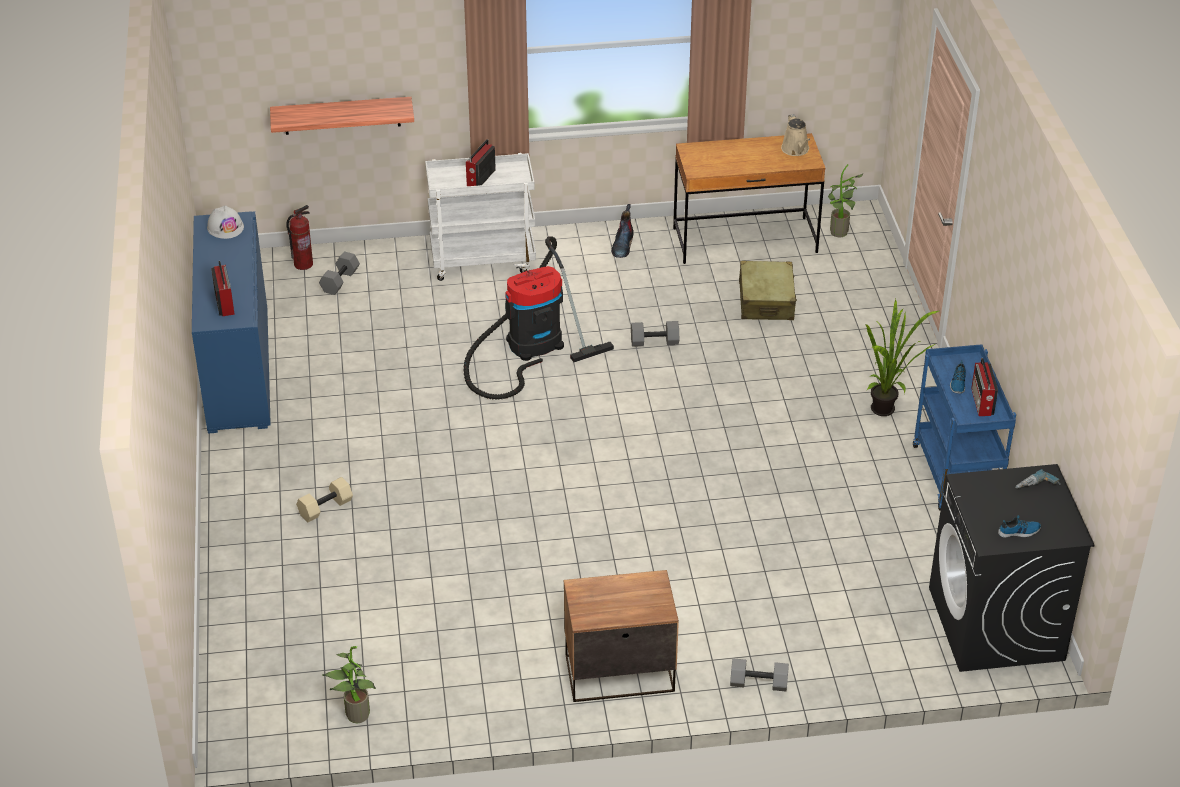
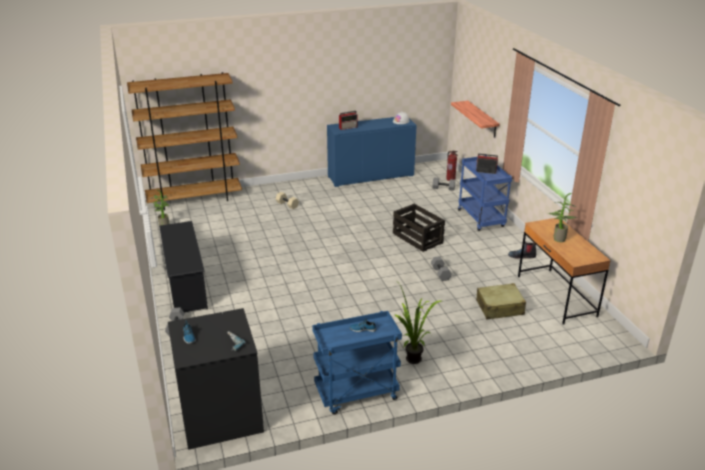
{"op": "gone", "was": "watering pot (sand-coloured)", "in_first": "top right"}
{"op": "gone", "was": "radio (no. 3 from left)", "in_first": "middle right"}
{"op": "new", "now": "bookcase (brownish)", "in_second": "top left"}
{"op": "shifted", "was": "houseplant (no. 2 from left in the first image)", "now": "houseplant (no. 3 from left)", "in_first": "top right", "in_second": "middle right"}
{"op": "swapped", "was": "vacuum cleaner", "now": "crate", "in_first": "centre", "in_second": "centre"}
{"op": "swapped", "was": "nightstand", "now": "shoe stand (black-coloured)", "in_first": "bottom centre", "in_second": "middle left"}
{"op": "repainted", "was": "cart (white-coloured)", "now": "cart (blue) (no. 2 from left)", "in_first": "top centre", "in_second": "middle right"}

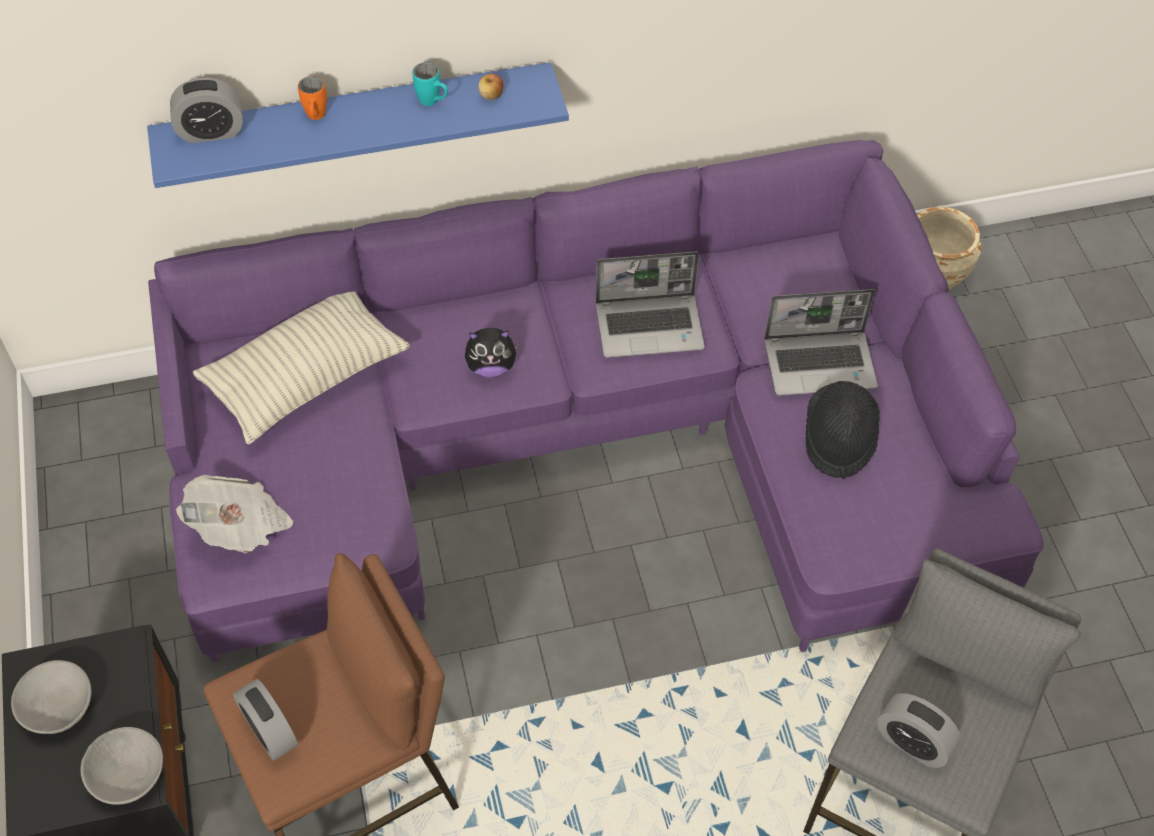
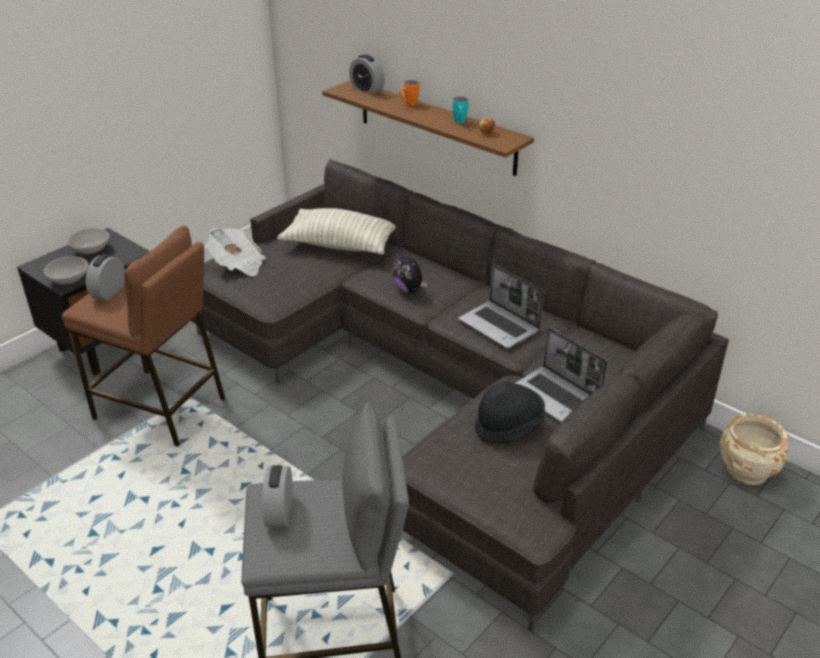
{"op": "repainted", "was": "wall shelf (blue)", "now": "wall shelf (brownish)", "in_first": "top left", "in_second": "top centre"}
{"op": "repainted", "was": "settee (purple-coloured)", "now": "settee (greyish)", "in_first": "centre", "in_second": "centre"}

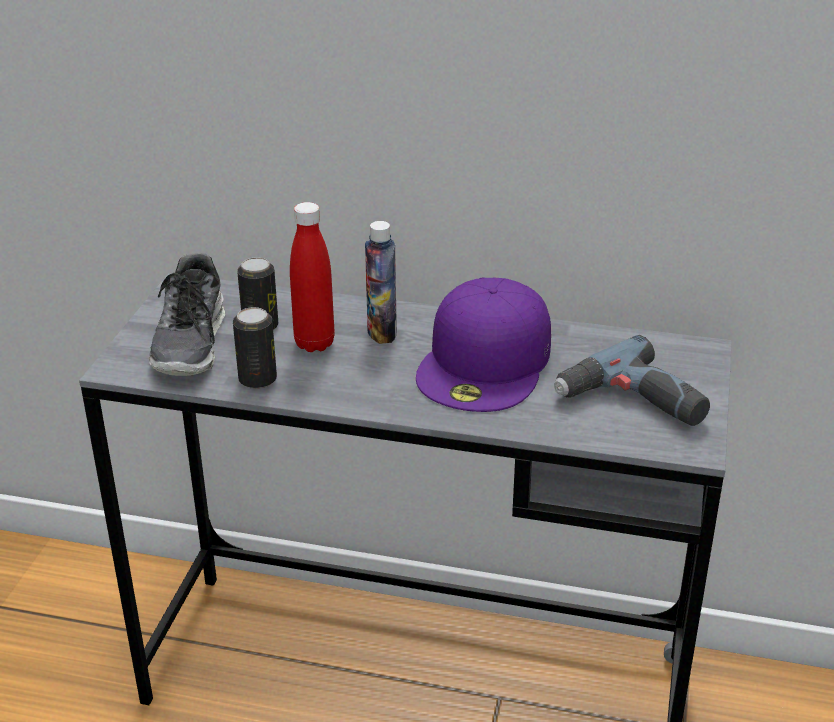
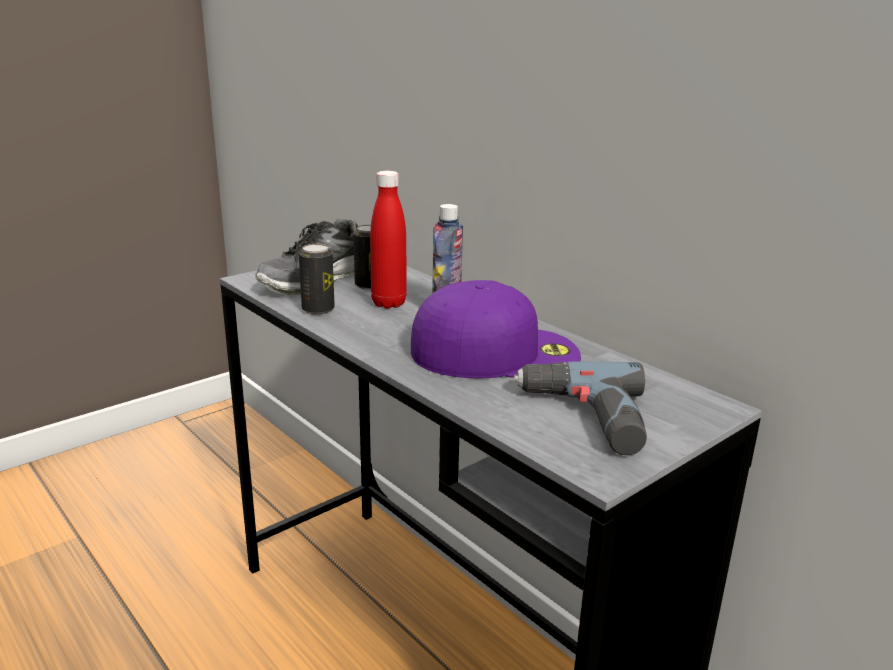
{"op": "rotated", "was": "cap (purple-coloured)", "in_first": "centre", "in_second": "centre", "clockwise": -150}

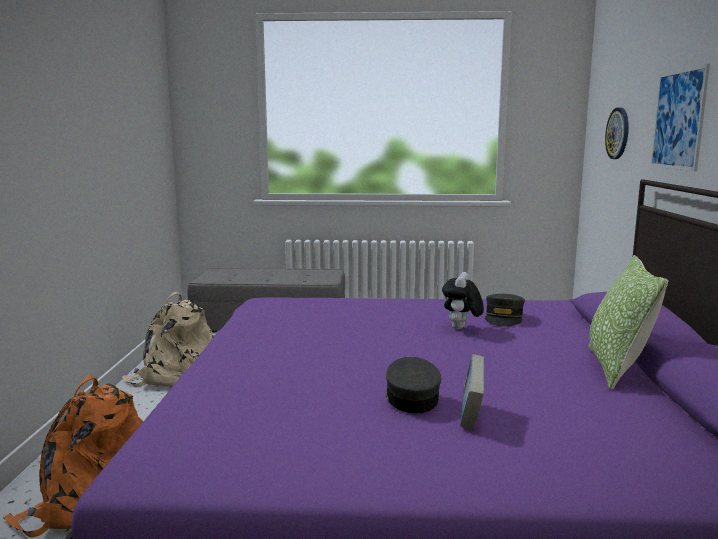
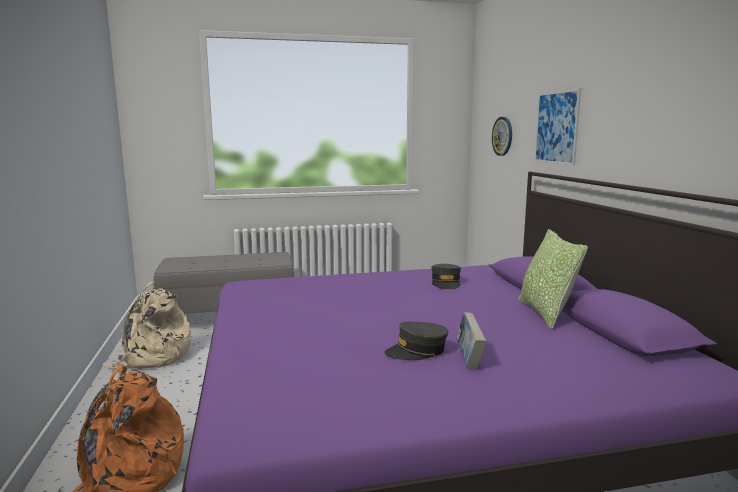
{"op": "gone", "was": "plush toy", "in_first": "centre"}
{"op": "rotated", "was": "cap (greyish) (no. 1 from left)", "in_first": "bottom centre", "in_second": "bottom centre", "clockwise": -90}

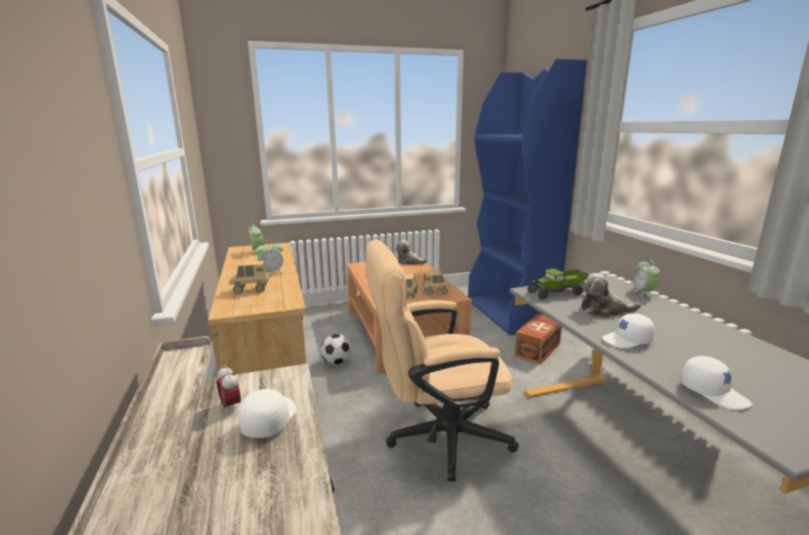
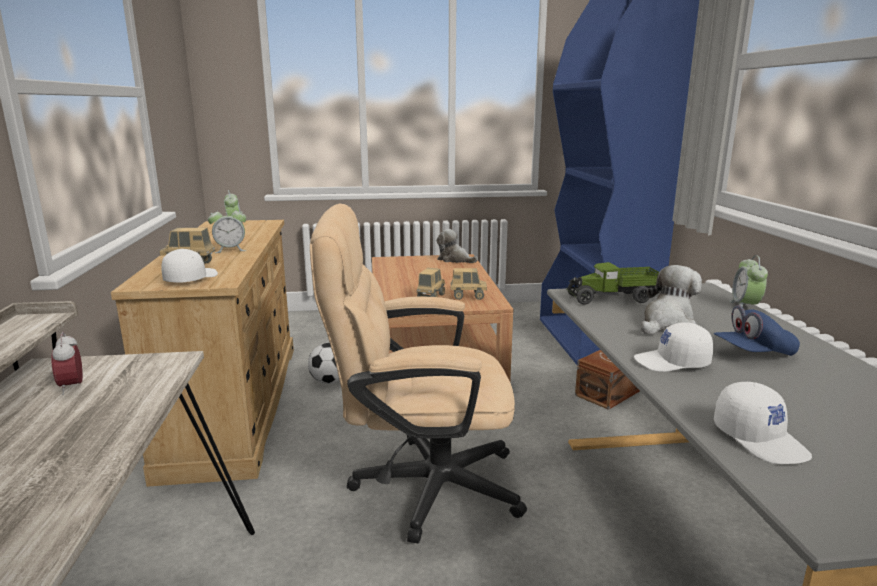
{"op": "new", "now": "cap (blue)", "in_second": "middle right"}
{"op": "shifted", "was": "cap (white-coloured) (no. 1 from left)", "in_first": "bottom left", "in_second": "middle left"}
{"op": "rotated", "was": "plush toy (no. 2 from left)", "in_first": "middle right", "in_second": "middle right", "clockwise": 120}

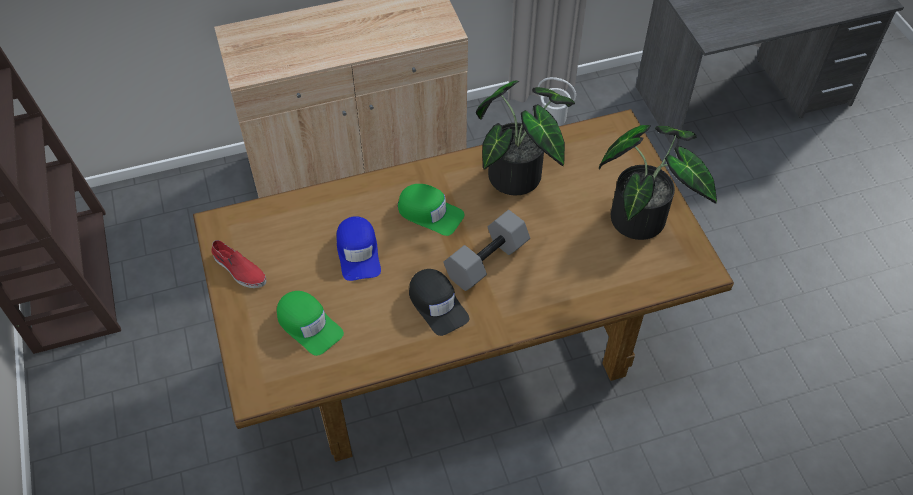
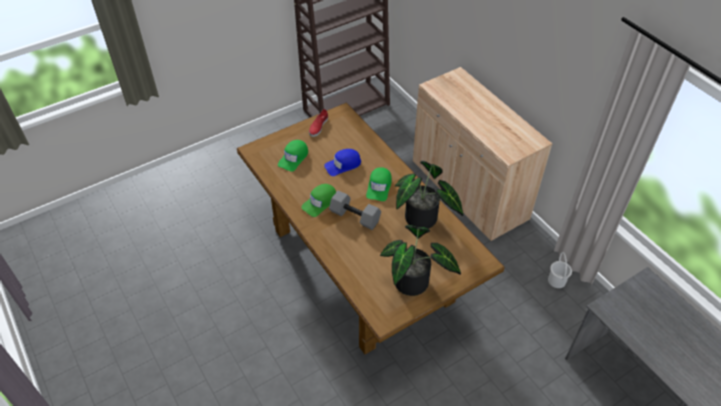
{"op": "repainted", "was": "cap (black-coloured)", "now": "cap (greenish) (no. 2 from left)", "in_first": "centre", "in_second": "centre"}

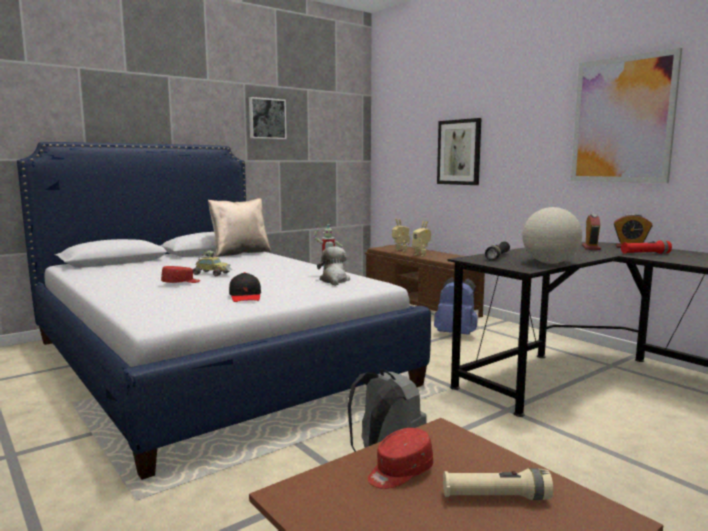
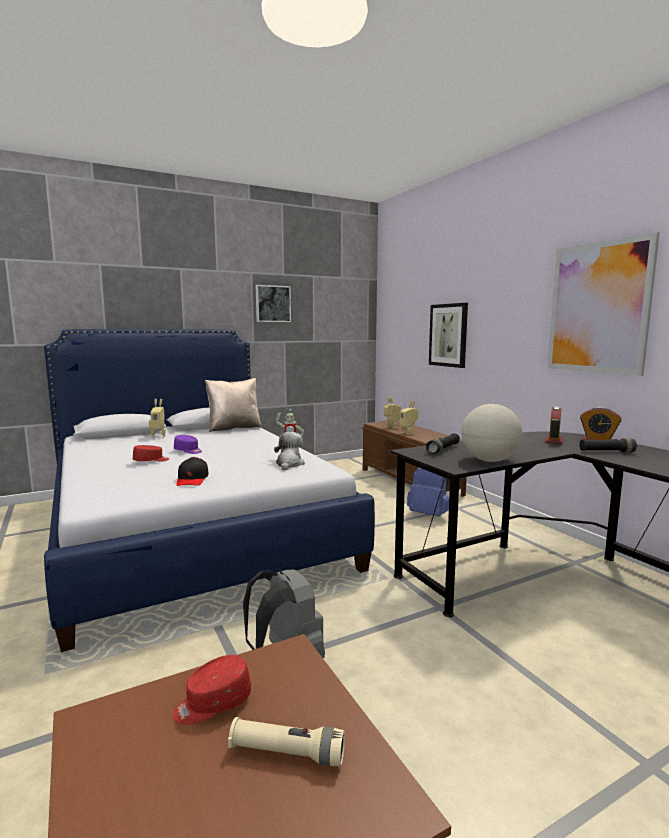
{"op": "new", "now": "model robot (no. 1 from left)", "in_second": "middle left"}
{"op": "swapped", "was": "model car", "now": "cap (purple-coloured)", "in_first": "middle left", "in_second": "middle left"}
{"op": "repainted", "was": "hand torch (red-coloured)", "now": "hand torch (black-coloured) (no. 2 from left)", "in_first": "middle right", "in_second": "middle right"}

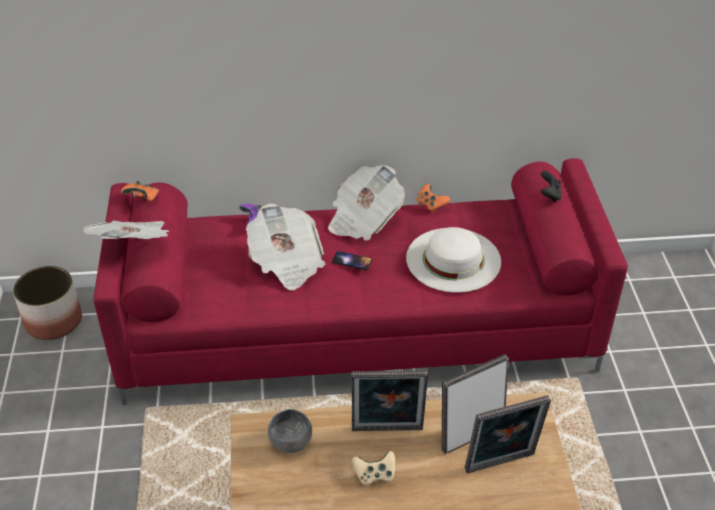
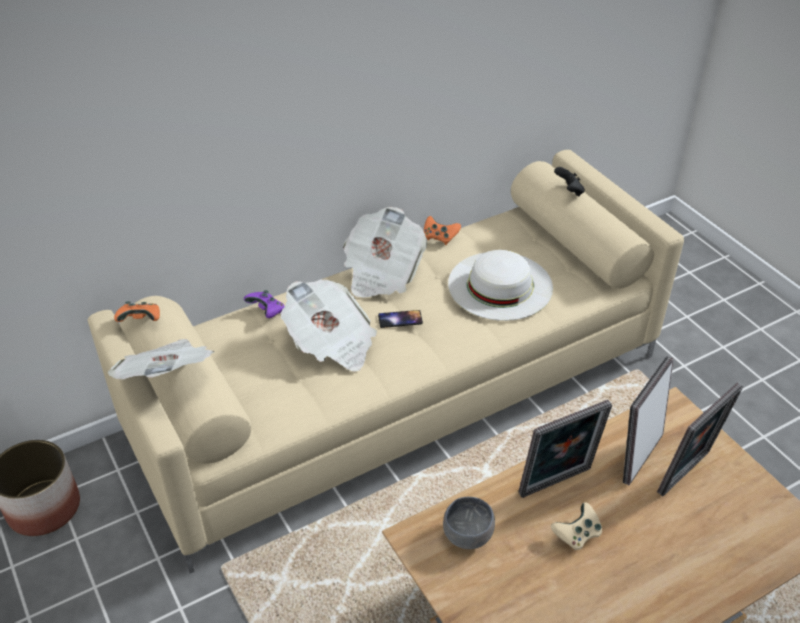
{"op": "repainted", "was": "settee (red-coloured)", "now": "settee (sand-coloured)", "in_first": "centre", "in_second": "centre"}

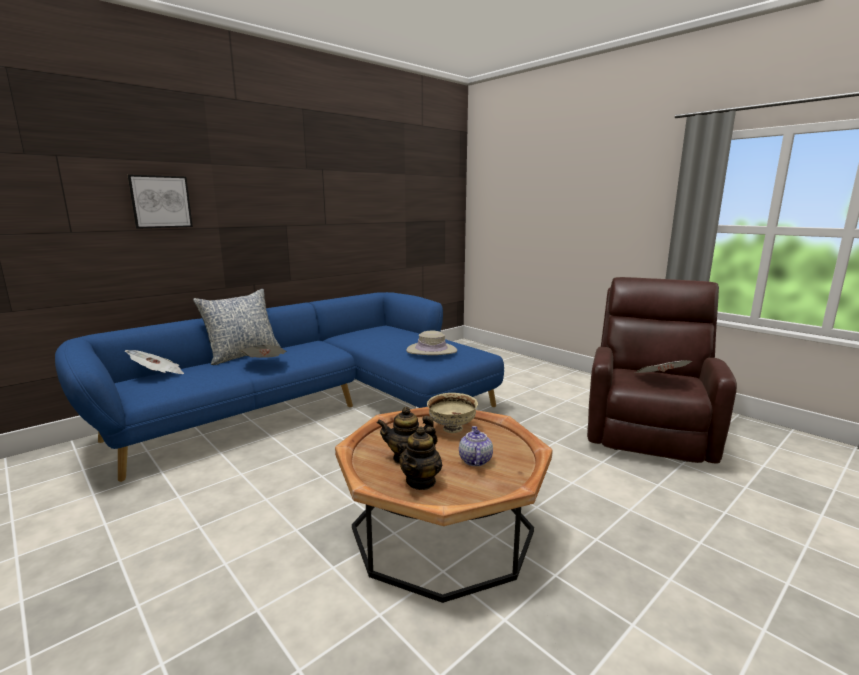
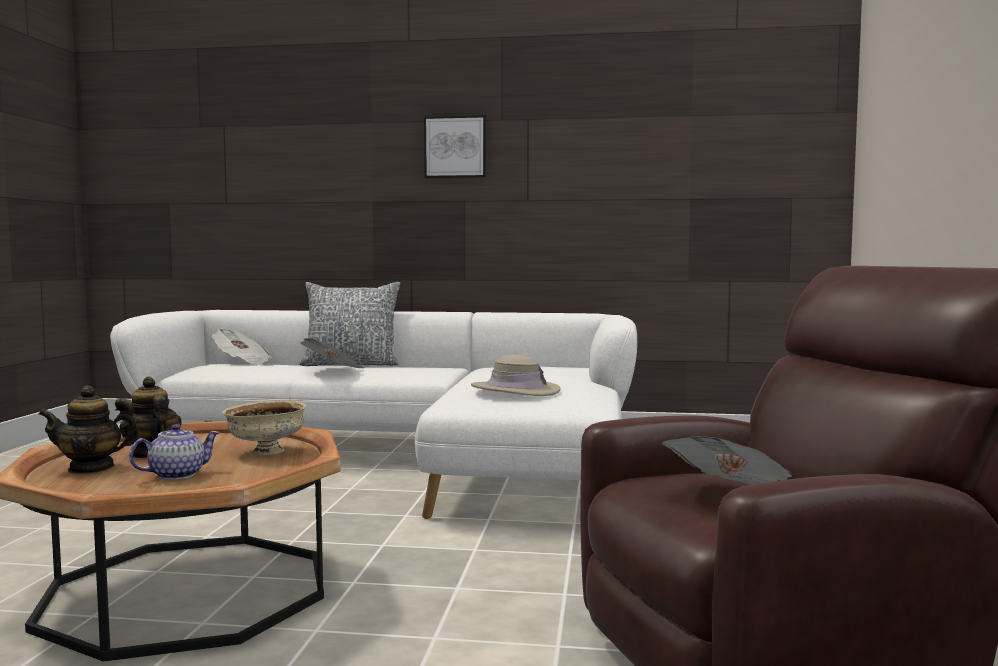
{"op": "shifted", "was": "wall art", "in_first": "top left", "in_second": "top centre"}
{"op": "repainted", "was": "settee (blue)", "now": "settee (white-coloured)", "in_first": "middle left", "in_second": "centre"}

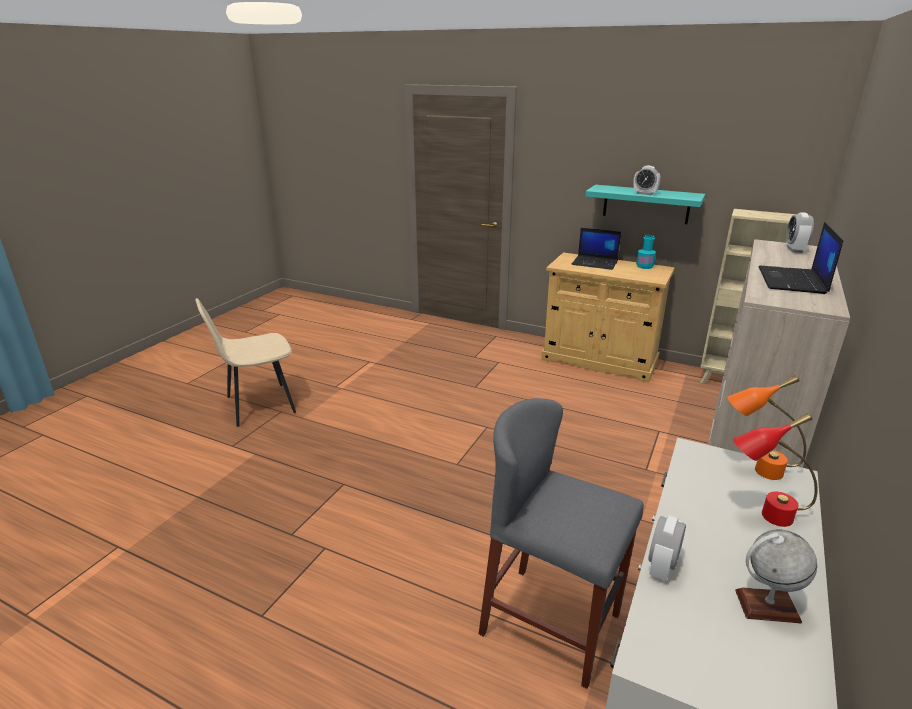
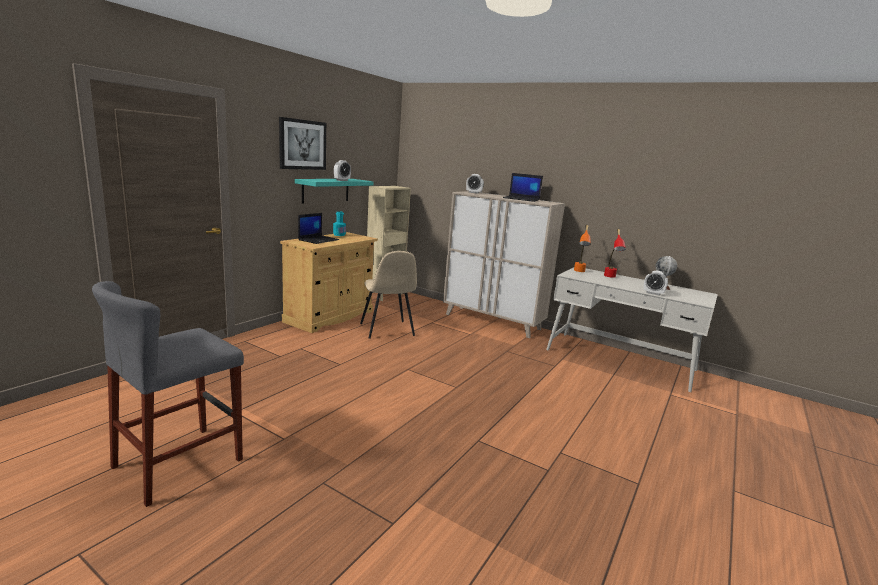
{"op": "new", "now": "wall art", "in_second": "top centre"}
{"op": "shifted", "was": "chair (sand-coloured)", "in_first": "middle left", "in_second": "centre"}
{"op": "shifted", "was": "stool seat (greyish)", "in_first": "bottom centre", "in_second": "bottom left"}

